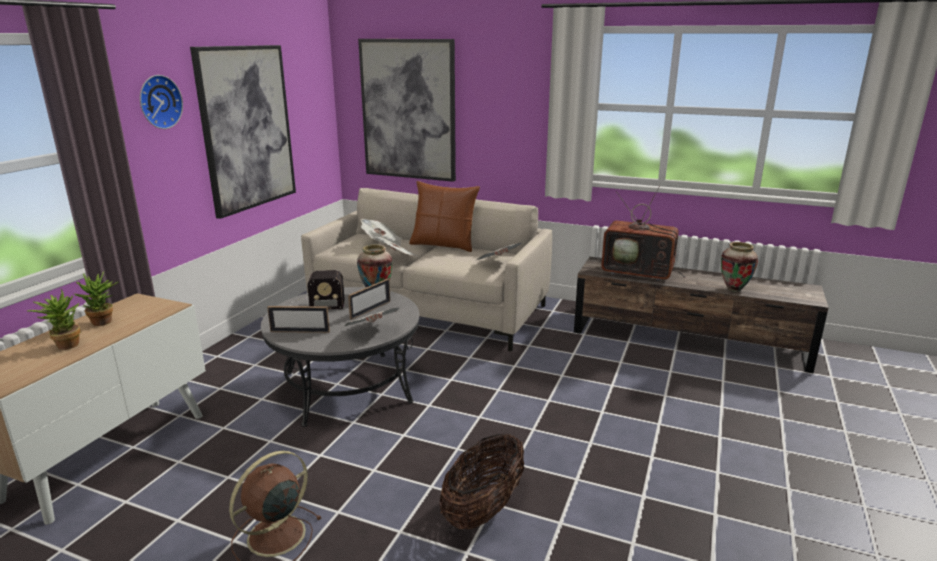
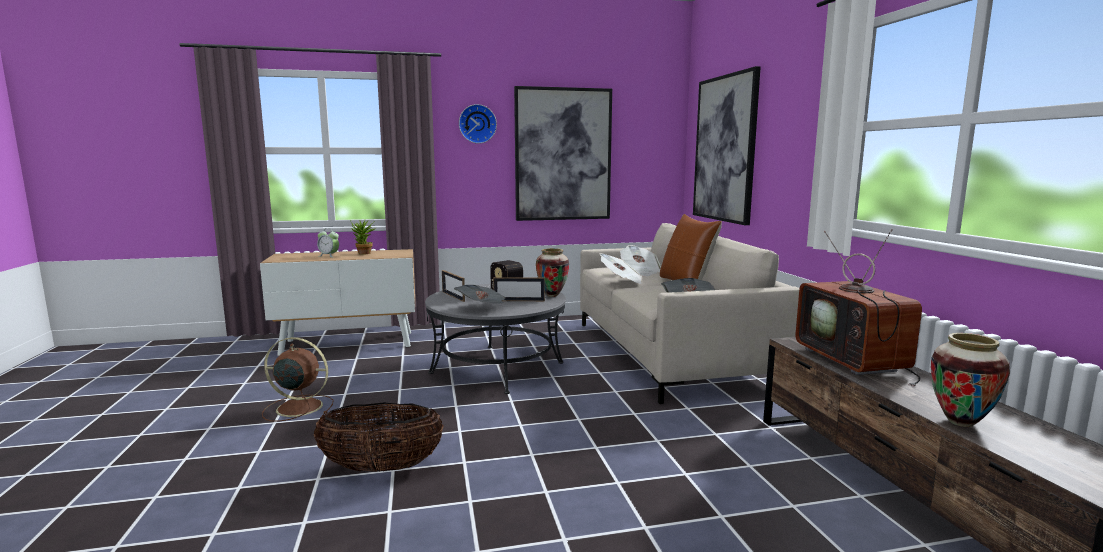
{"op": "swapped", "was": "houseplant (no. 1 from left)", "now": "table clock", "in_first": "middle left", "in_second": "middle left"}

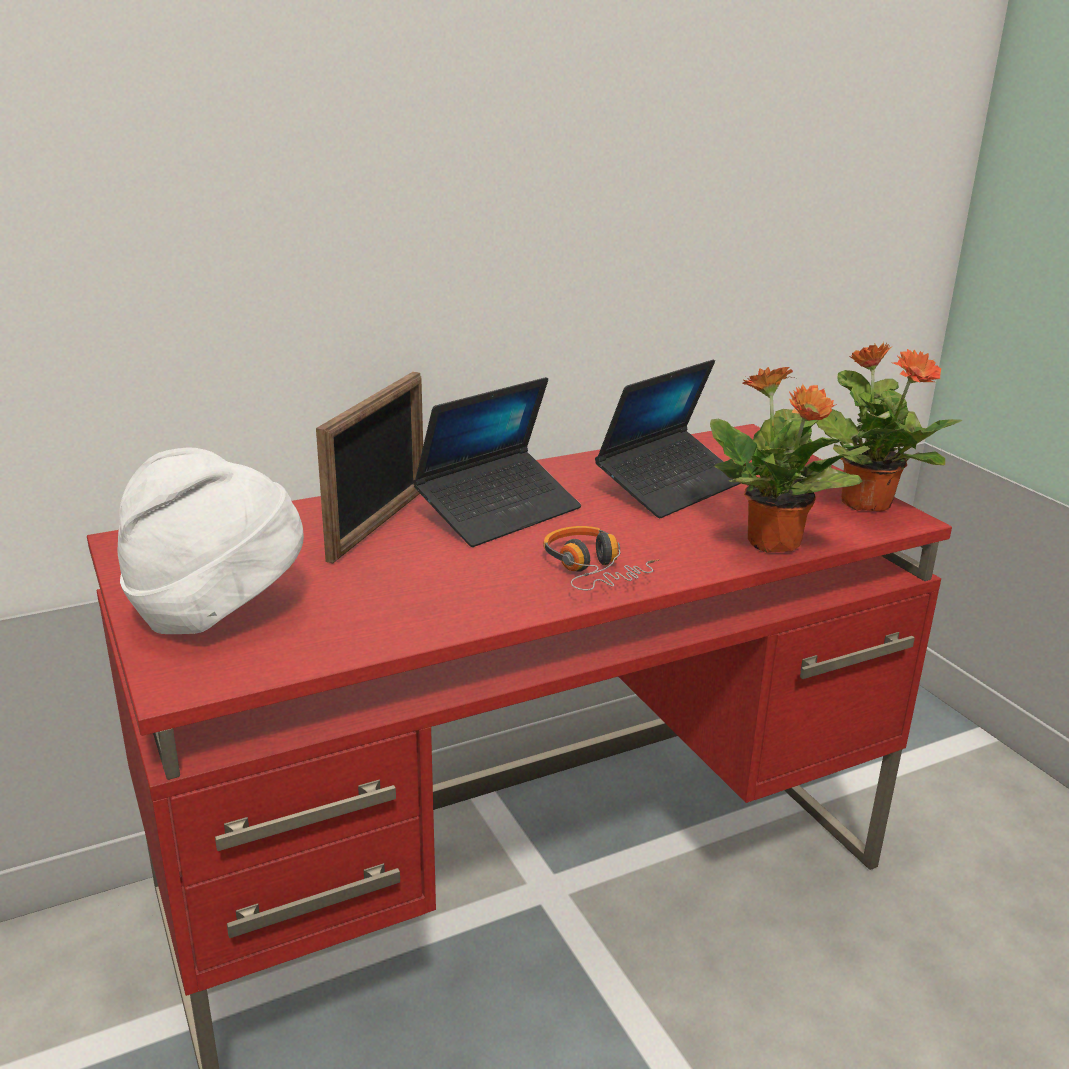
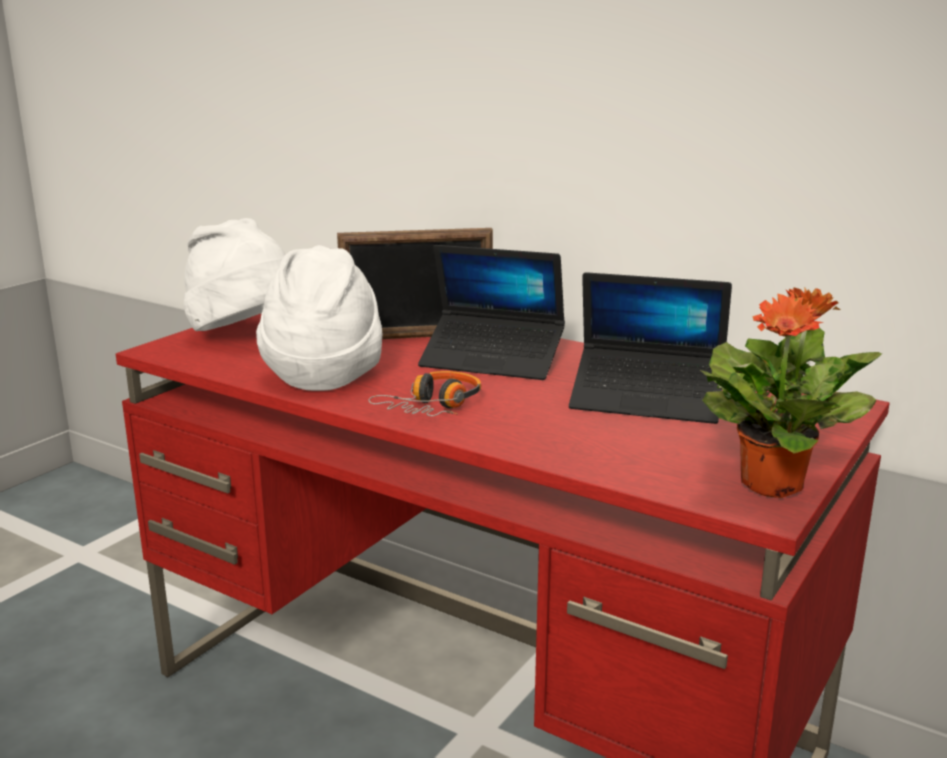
{"op": "gone", "was": "houseplant (no. 1 from left)", "in_first": "middle right"}
{"op": "new", "now": "wearable hat (white-coloured) (no. 2 from left)", "in_second": "centre"}

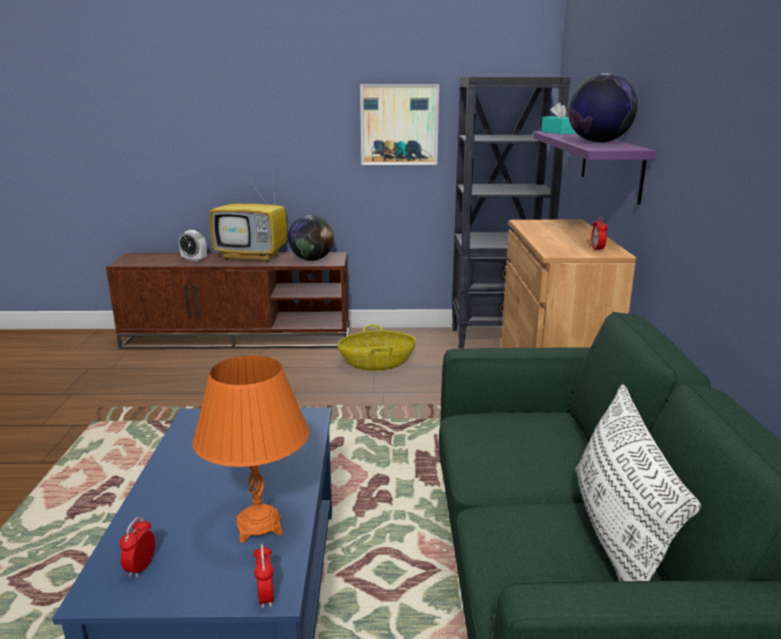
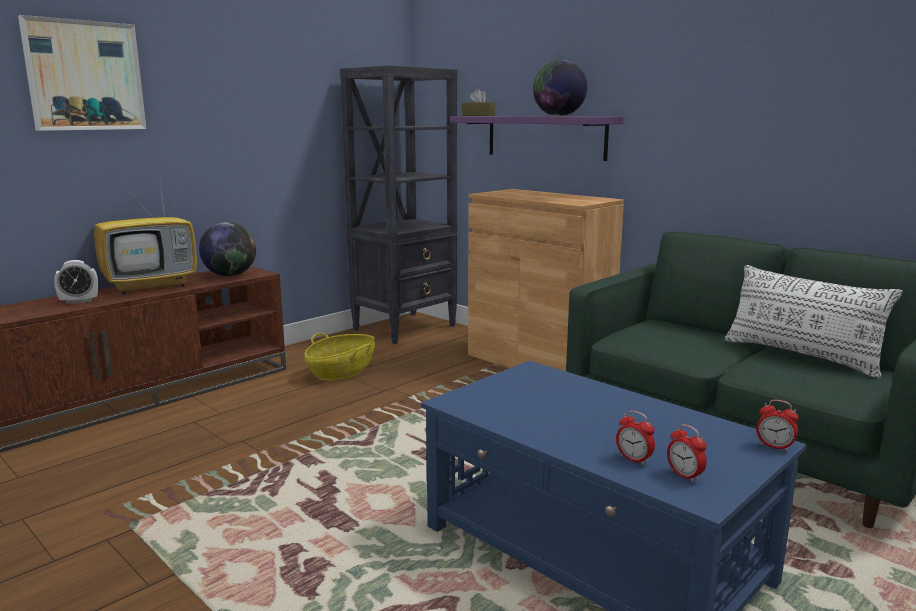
{"op": "gone", "was": "tabletop lamp (orange)", "in_first": "bottom left"}
{"op": "shifted", "was": "wall art", "in_first": "top centre", "in_second": "top left"}
{"op": "shifted", "was": "table clock (no. 4 from left in the first image)", "now": "table clock (no. 2 from left)", "in_first": "middle right", "in_second": "bottom right"}
{"op": "repainted", "was": "tissue box (turquoise)", "now": "tissue box (brownish)", "in_first": "top right", "in_second": "top centre"}

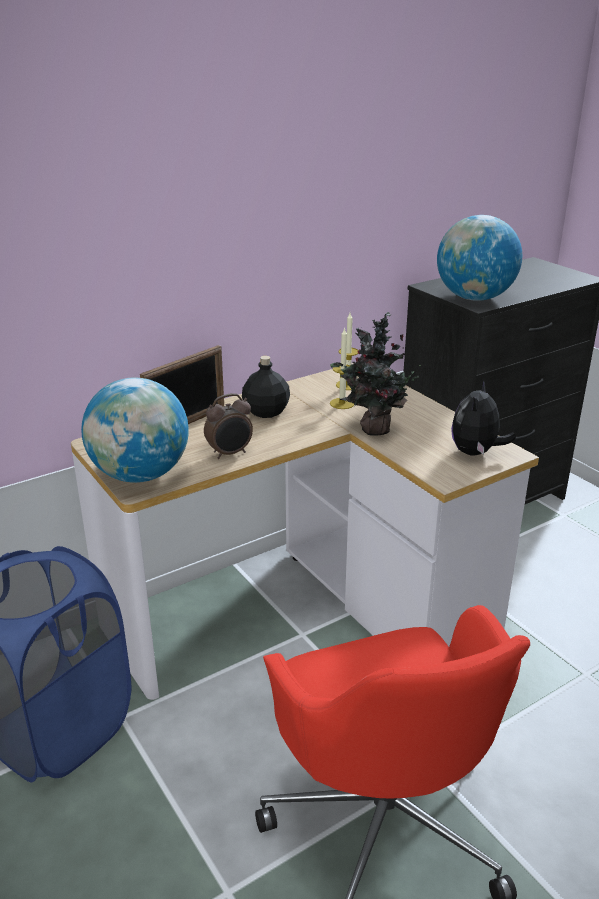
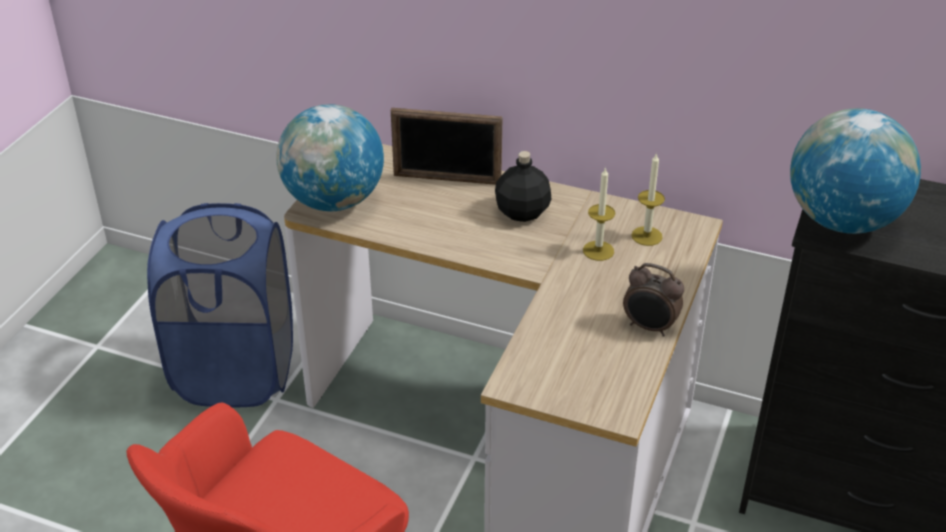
{"op": "gone", "was": "houseplant", "in_first": "centre"}
{"op": "gone", "was": "plush toy", "in_first": "middle right"}
{"op": "shifted", "was": "table clock", "in_first": "centre", "in_second": "middle right"}

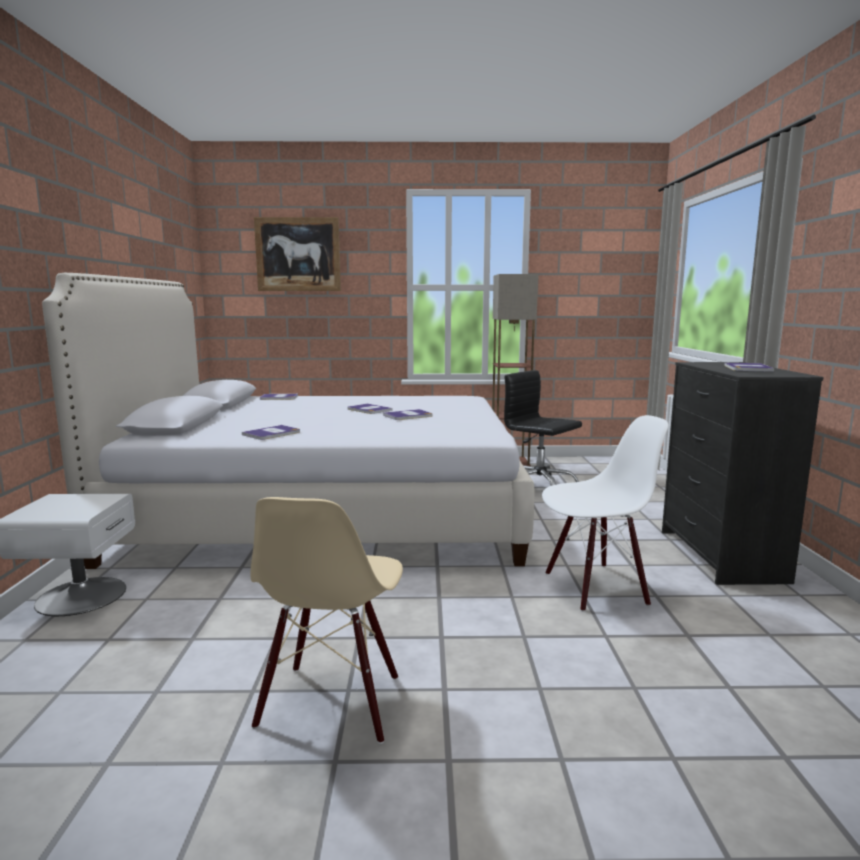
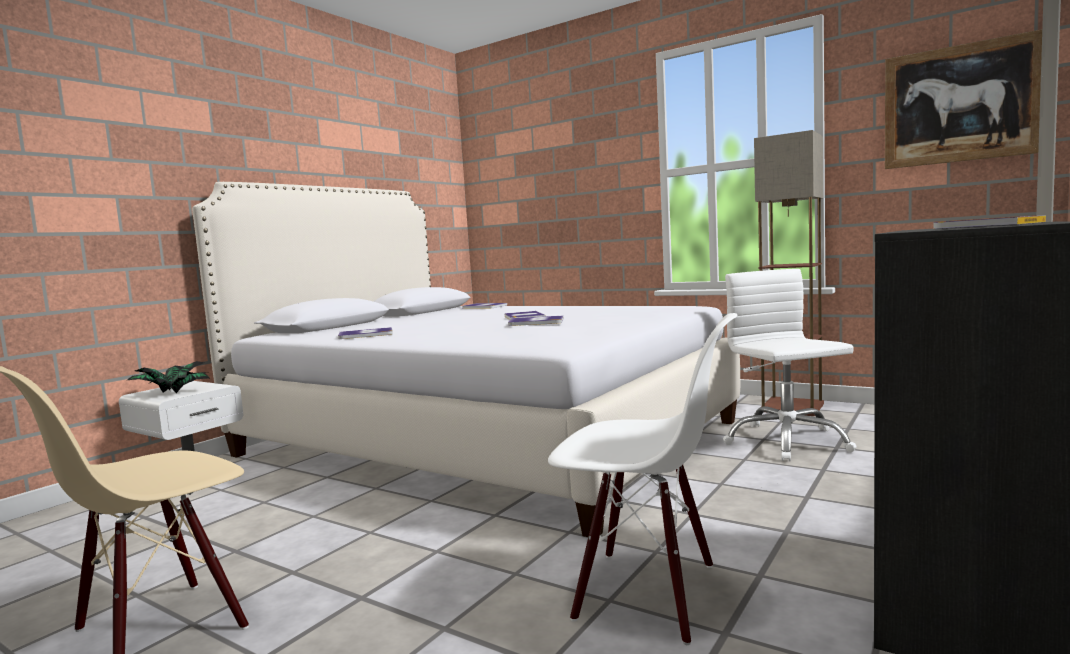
{"op": "new", "now": "houseplant", "in_second": "middle left"}
{"op": "shifted", "was": "wall art", "in_first": "top centre", "in_second": "top right"}
{"op": "repainted", "was": "office chair (black-coloured)", "now": "office chair (white-coloured)", "in_first": "centre", "in_second": "middle right"}

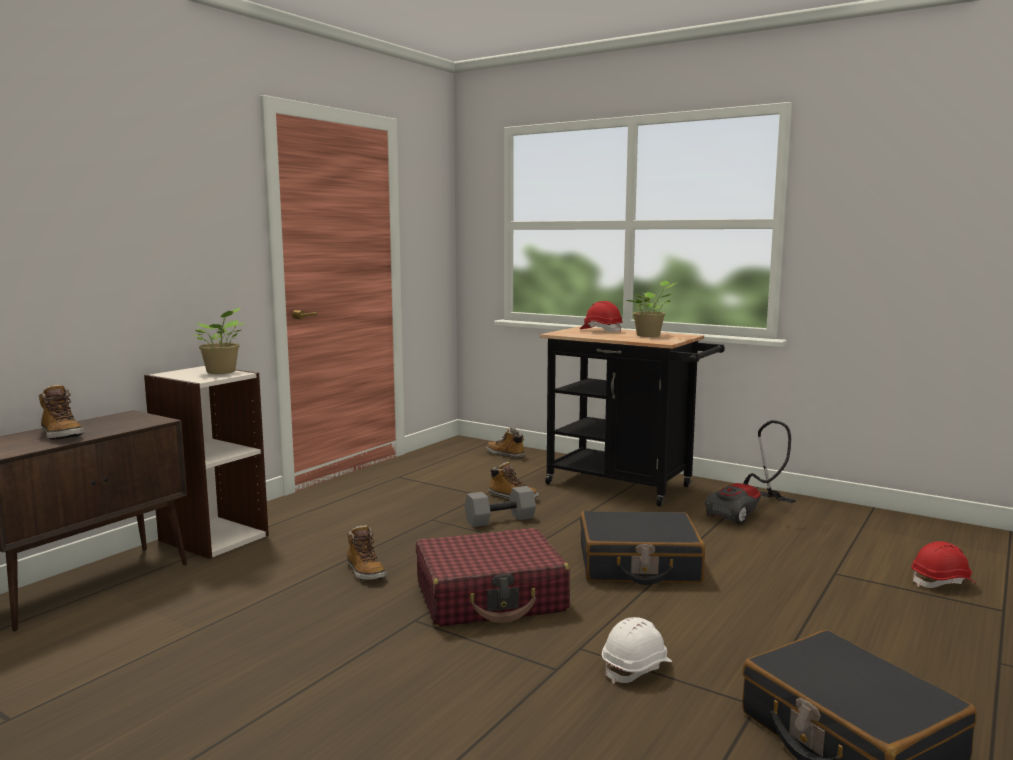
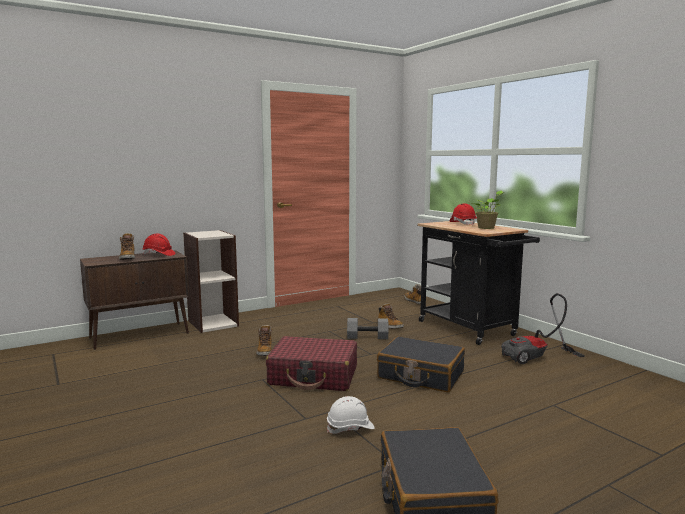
{"op": "gone", "was": "houseplant (no. 1 from left)", "in_first": "middle left"}
{"op": "shifted", "was": "safety helmet (red-coloured) (no. 2 from left in the first image)", "now": "safety helmet (red-coloured) (no. 1 from left)", "in_first": "bottom right", "in_second": "middle left"}

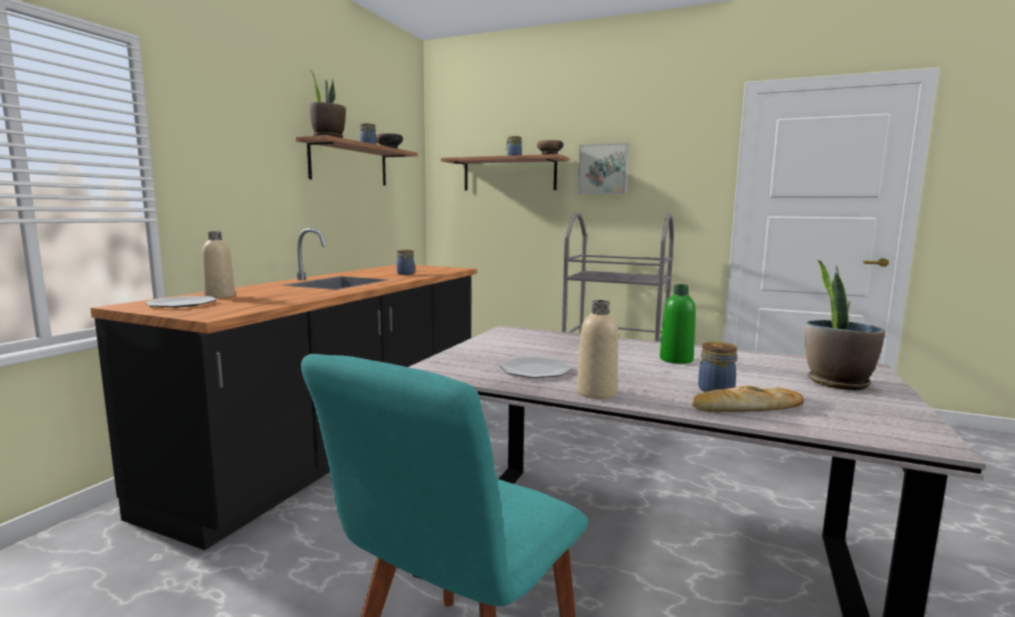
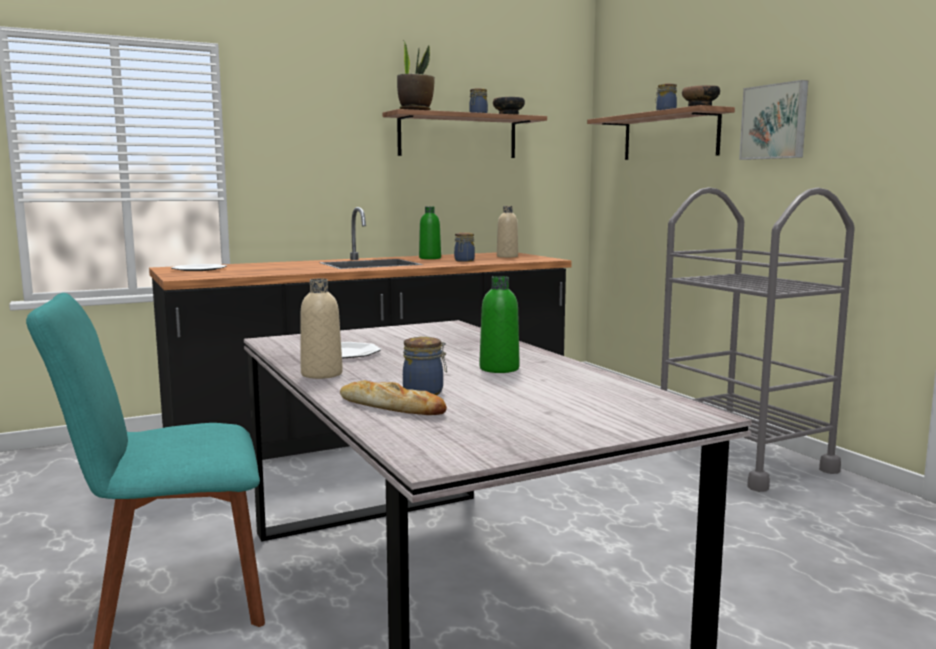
{"op": "gone", "was": "houseplant (no. 2 from left)", "in_first": "middle right"}
{"op": "new", "now": "drink bottle (greenish) (no. 1 from left)", "in_second": "centre"}
{"op": "shifted", "was": "drink bottle (sand-coloured) (no. 1 from left in the first image)", "now": "drink bottle (sand-coloured) (no. 2 from left)", "in_first": "middle left", "in_second": "centre"}

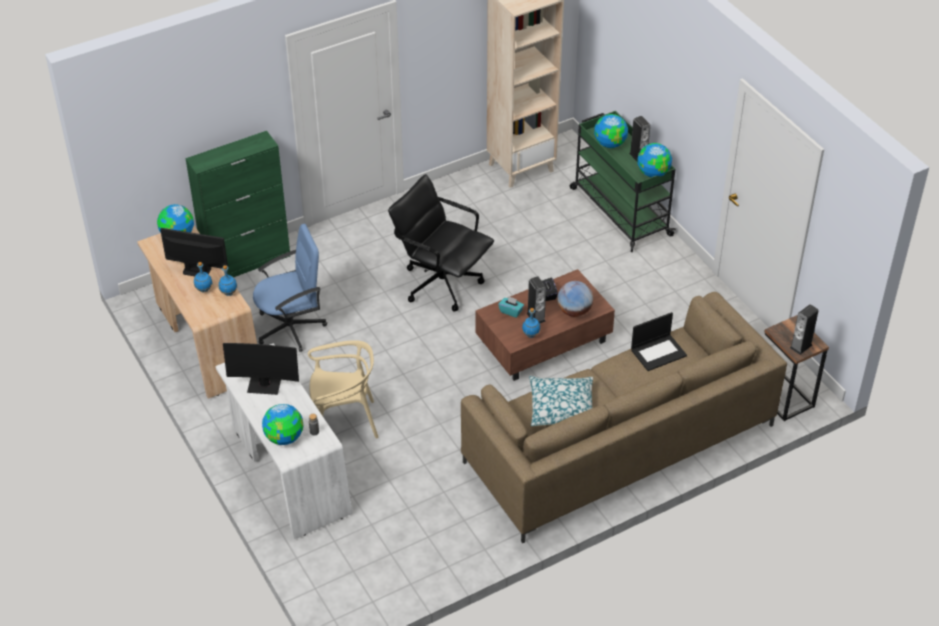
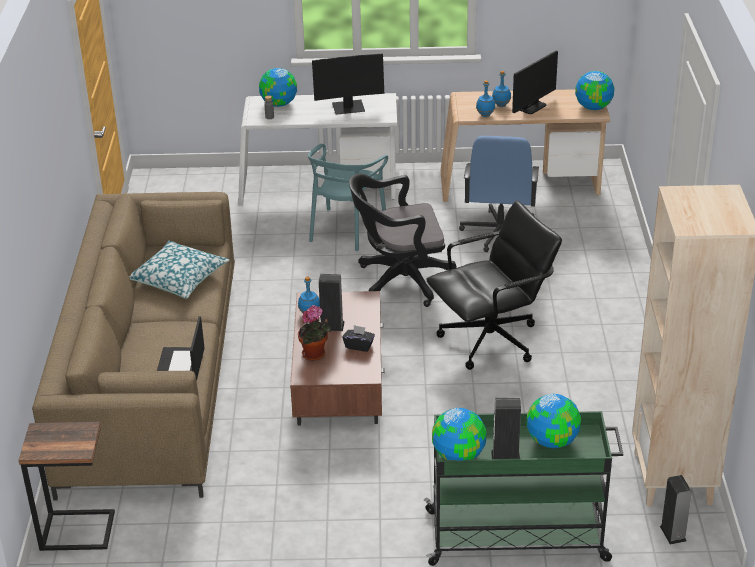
{"op": "gone", "was": "storage cabinet (greenish)", "in_first": "top left"}
{"op": "gone", "was": "tissue box (turquoise)", "in_first": "centre"}
{"op": "new", "now": "office chair (black-coloured) (no. 1 from left)", "in_second": "centre"}
{"op": "shifted", "was": "speaker (no. 3 from left)", "in_first": "middle right", "in_second": "bottom right"}
{"op": "swapped", "was": "world globe (no. 3 from left)", "now": "houseplant", "in_first": "centre", "in_second": "centre"}
{"op": "repainted", "was": "chair (sand-coloured)", "now": "chair (turquoise)", "in_first": "centre", "in_second": "centre"}
{"op": "rotated", "was": "computer display (no. 2 from left in the first image)", "in_first": "middle left", "in_second": "top centre", "clockwise": -135}

